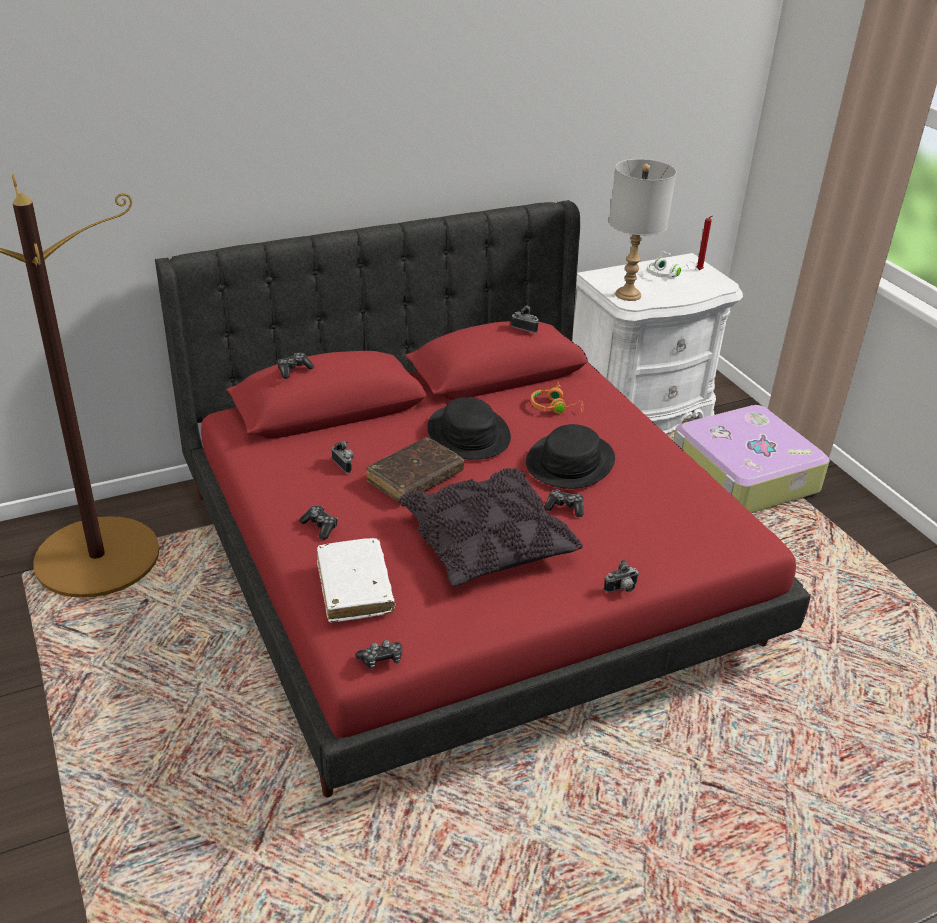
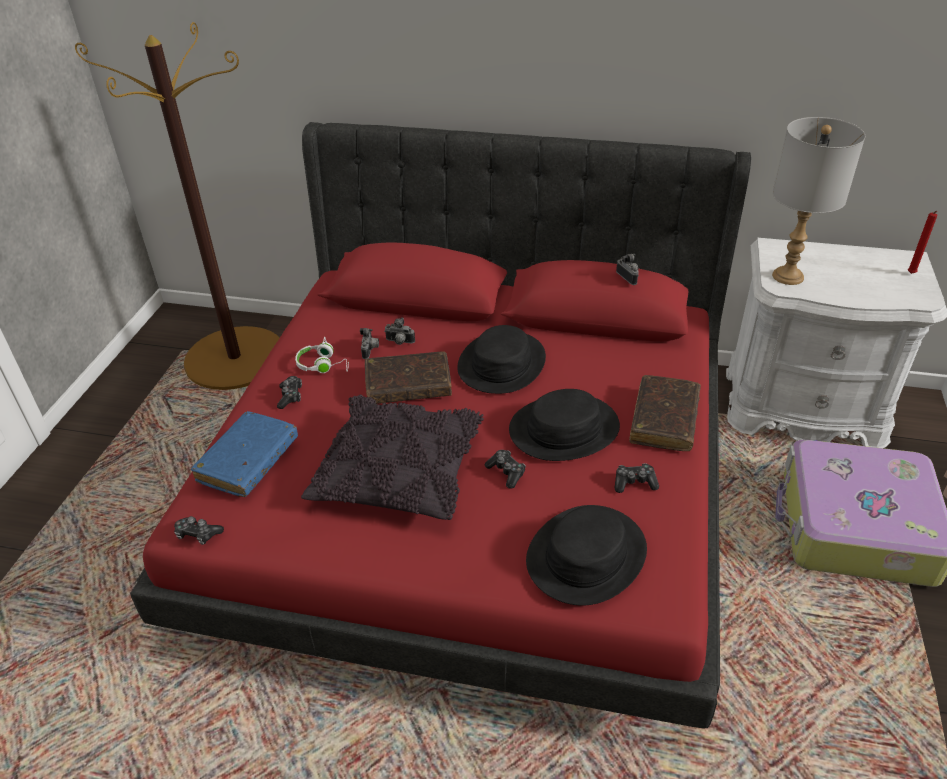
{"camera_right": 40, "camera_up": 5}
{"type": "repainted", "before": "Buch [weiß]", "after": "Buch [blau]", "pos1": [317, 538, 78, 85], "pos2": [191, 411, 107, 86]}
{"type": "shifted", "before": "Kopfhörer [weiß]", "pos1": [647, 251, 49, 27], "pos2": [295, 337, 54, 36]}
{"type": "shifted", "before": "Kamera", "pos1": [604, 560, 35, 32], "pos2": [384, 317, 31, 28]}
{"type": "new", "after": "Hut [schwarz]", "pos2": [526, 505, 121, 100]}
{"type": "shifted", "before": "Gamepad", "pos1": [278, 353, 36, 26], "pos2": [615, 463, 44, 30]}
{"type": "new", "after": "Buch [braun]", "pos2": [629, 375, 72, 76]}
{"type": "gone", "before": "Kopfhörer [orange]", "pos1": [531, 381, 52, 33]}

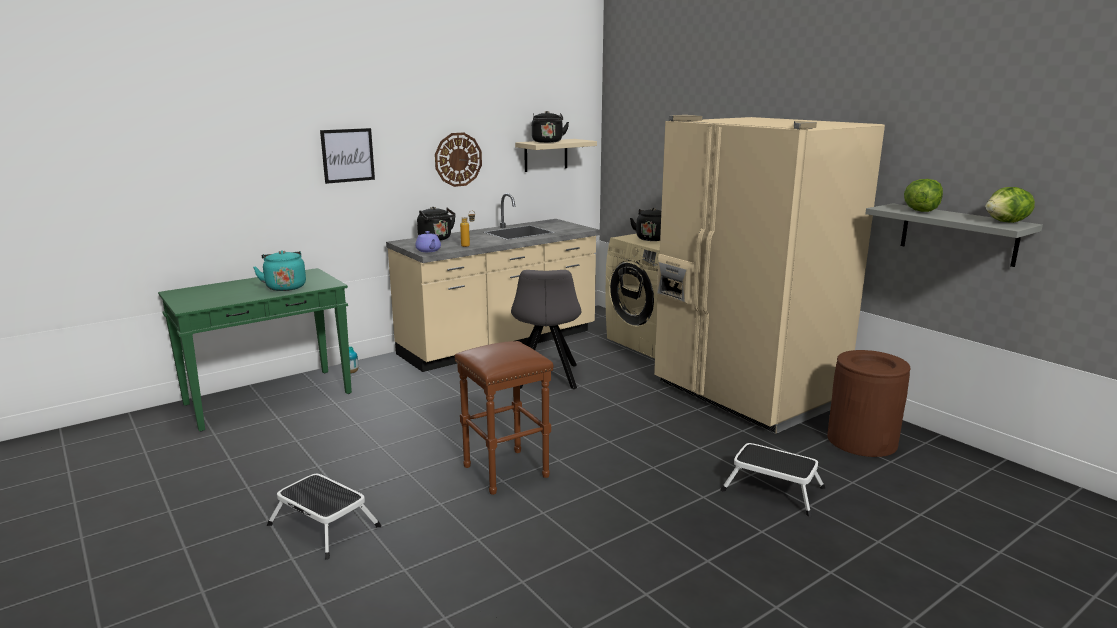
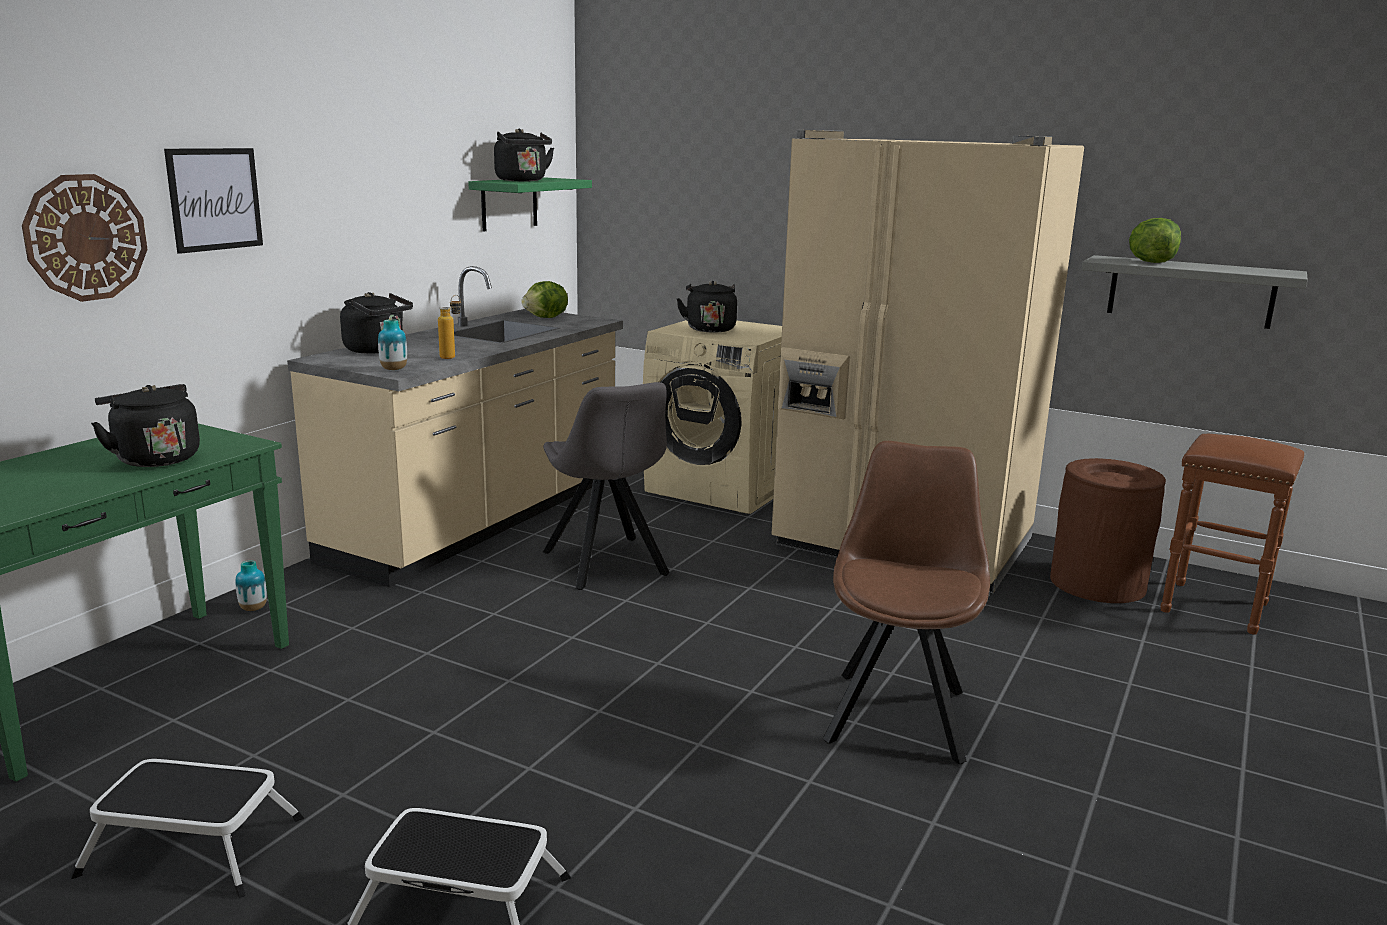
{"camera_right": -25, "camera_up": 0}
{"type": "shifted", "before": "Wanduhr", "pos1": [435, 133, 47, 54], "pos2": [22, 174, 126, 128]}
{"type": "shifted", "before": "Trittleiter [schwarz]", "pos1": [720, 443, 105, 74], "pos2": [70, 759, 234, 139]}
{"type": "repainted", "before": "Wasserkessel [türkis]", "after": "Wasserkessel [schwarz]", "pos1": [253, 250, 53, 41], "pos2": [91, 384, 109, 83]}
{"type": "swapped", "before": "Teekanne [lila]", "after": "Vase", "pos1": [415, 231, 26, 21], "pos2": [378, 319, 29, 51]}
{"type": "repainted", "before": "Wandregal [beige]", "after": "Wandregal [grün]", "pos1": [515, 139, 82, 33], "pos2": [468, 177, 124, 55]}
{"type": "shifted", "before": "Salatkopf", "pos1": [986, 187, 49, 36], "pos2": [521, 281, 47, 37]}
{"type": "new", "after": "Stuhl [braun]", "pos2": [823, 441, 167, 323]}
{"type": "shifted", "before": "Hocker [braun]", "pos1": [455, 341, 99, 154], "pos2": [1161, 434, 143, 201]}

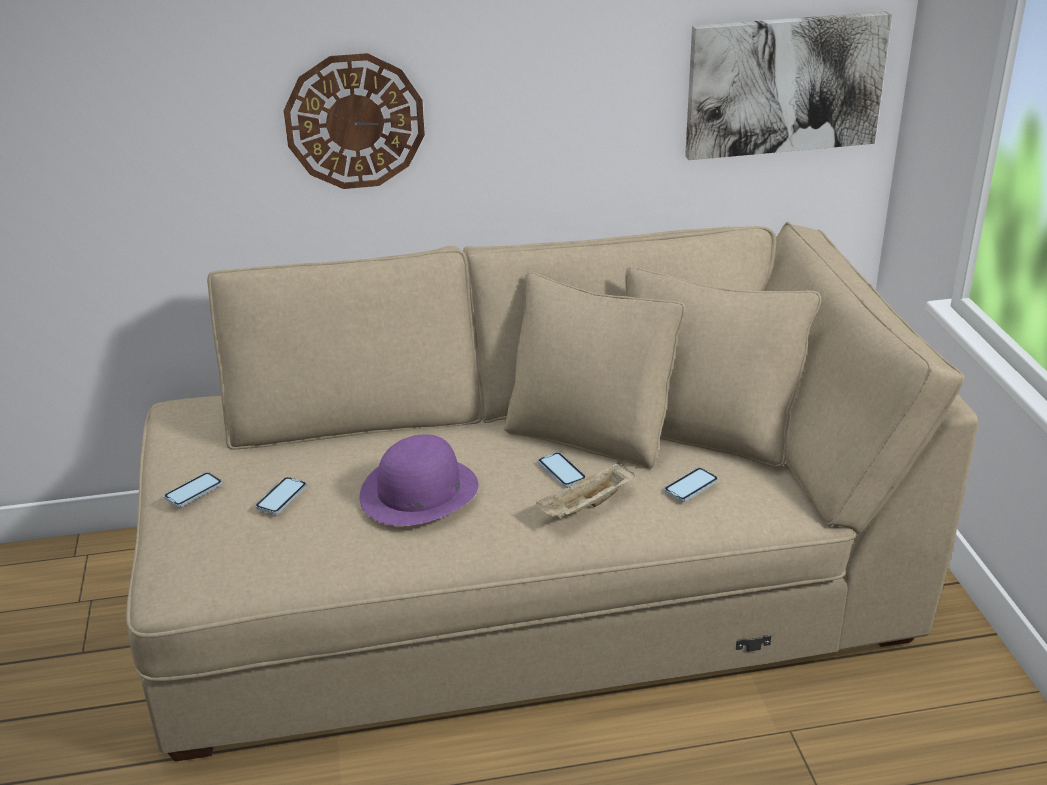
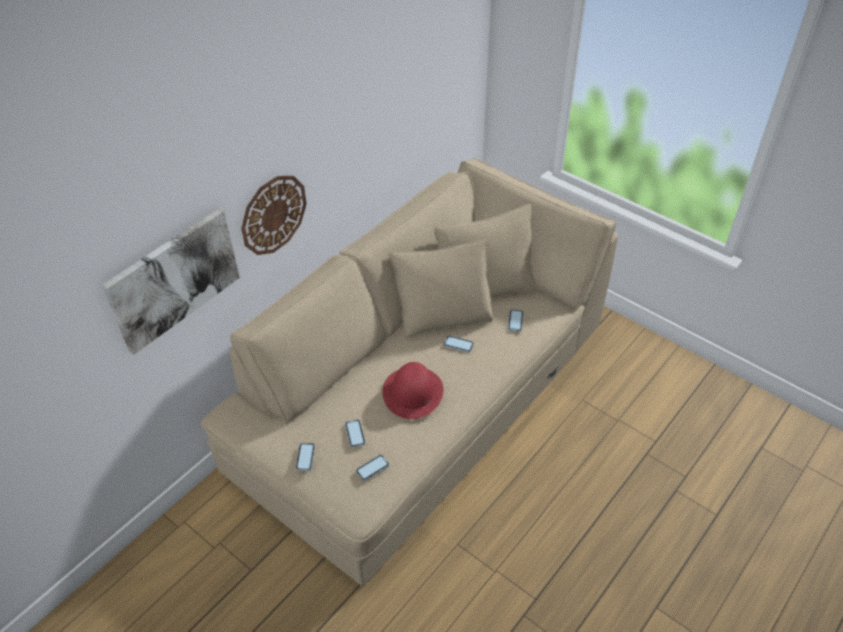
{"camera_right": -40, "camera_up": 15}
{"type": "shifted", "before": "Bild", "pos1": [685, 11, 207, 149], "pos2": [102, 208, 138, 147]}
{"type": "new", "after": "Handy", "pos2": [356, 455, 33, 26]}
{"type": "repainted", "before": "Hut [lila]", "after": "Hut [rot]", "pos1": [359, 434, 119, 92], "pos2": [382, 362, 62, 57]}
{"type": "gone", "before": "Tablett [beige]", "pos1": [536, 462, 99, 57]}

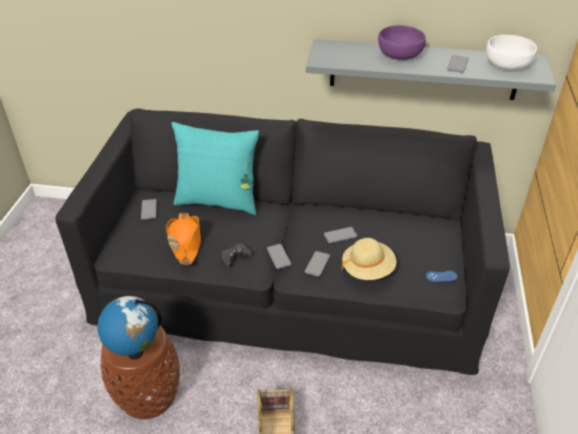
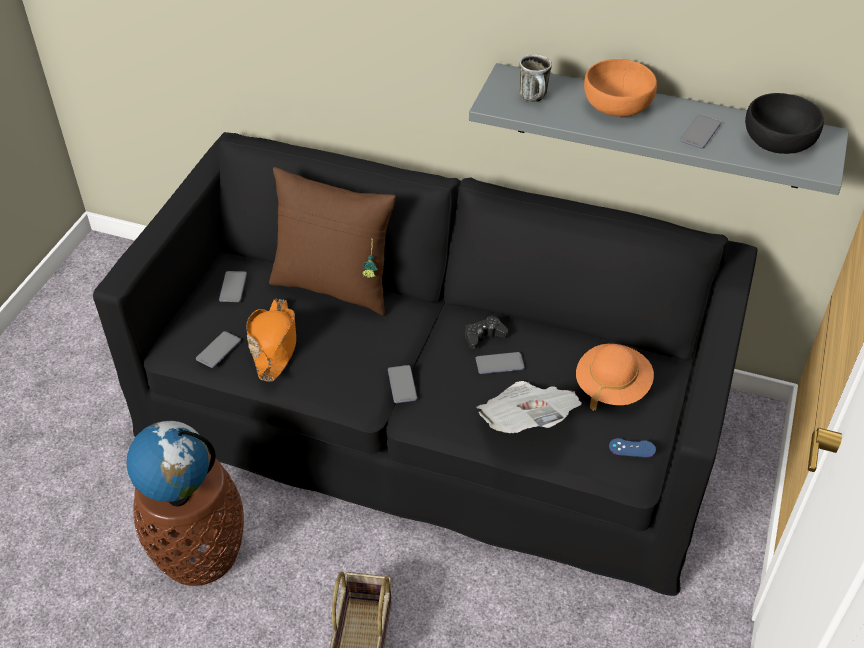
{"camera_right": 10, "camera_up": 5}
{"type": "shifted", "before": "Handy", "pos1": [305, 251, 25, 26], "pos2": [196, 331, 45, 37]}
{"type": "repainted", "before": "Kissen [türkis]", "after": "Kissen [braun]", "pos1": [171, 122, 88, 93], "pos2": [269, 167, 127, 148]}
{"type": "shifted", "before": "Gamepad [schwarz]", "pos1": [221, 243, 31, 25], "pos2": [465, 316, 43, 33]}
{"type": "swapped", "before": "Hut [beige]", "after": "Zeitung", "pos1": [342, 238, 54, 42], "pos2": [477, 381, 105, 52]}
{"type": "new", "after": "Henkelbecher", "pos2": [519, 54, 33, 48]}
{"type": "new", "after": "Hut [orange]", "pos2": [576, 344, 78, 67]}
{"type": "repainted", "before": "Schüssel [lila]", "after": "Schüssel [orange]", "pos1": [378, 25, 48, 35], "pos2": [584, 59, 73, 58]}
{"type": "repainted", "before": "Schüssel [weiß]", "after": "Schüssel [schwarz]", "pos1": [486, 35, 51, 35], "pos2": [745, 93, 79, 61]}

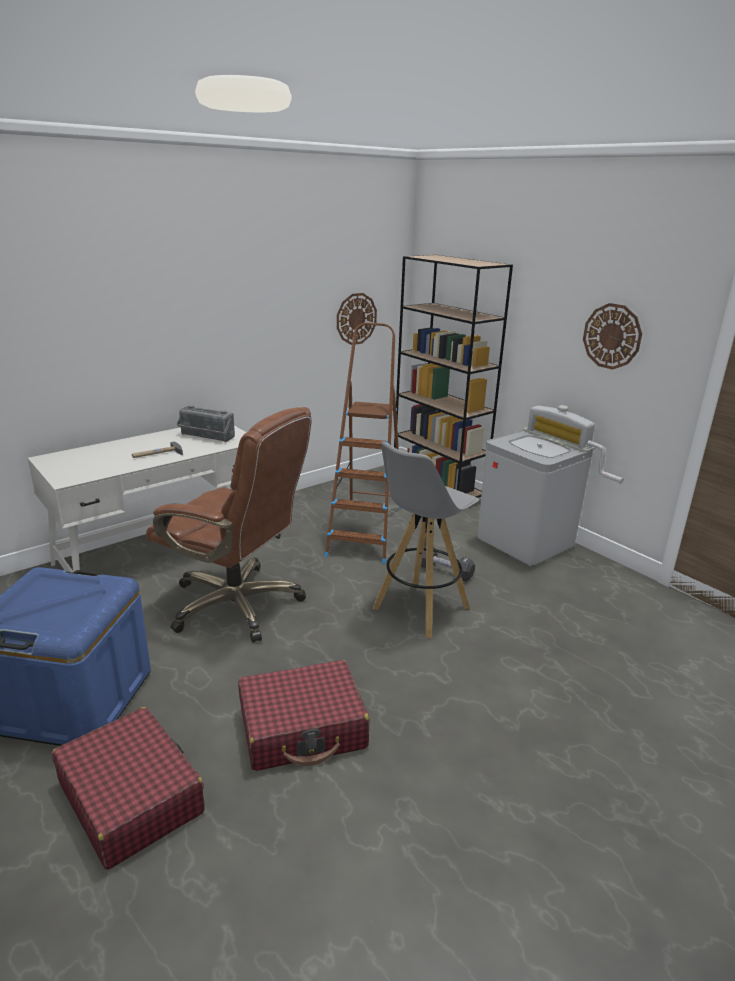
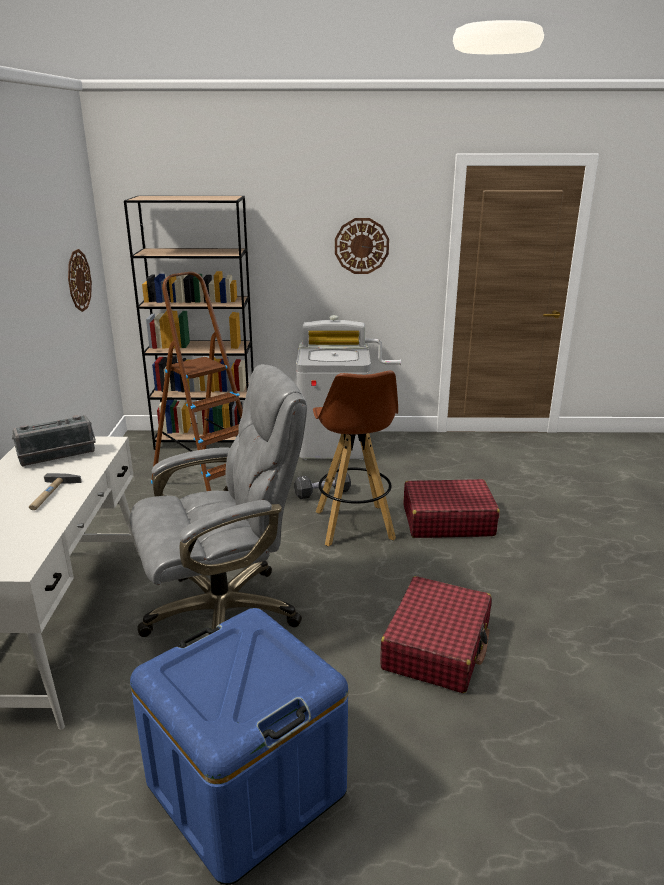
{"camera_right": -50, "camera_up": 0}
{"type": "repainted", "before": "Bürostuhl [braun]", "after": "Bürostuhl [grau]", "pos1": [146, 407, 166, 236], "pos2": [129, 364, 178, 273]}
{"type": "repainted", "before": "Hocker [grau]", "after": "Hocker [braun]", "pos1": [373, 442, 106, 196], "pos2": [313, 371, 85, 175]}
{"type": "shifted", "before": "Koffer [rot]", "pos1": [52, 707, 153, 163], "pos2": [403, 479, 97, 59]}

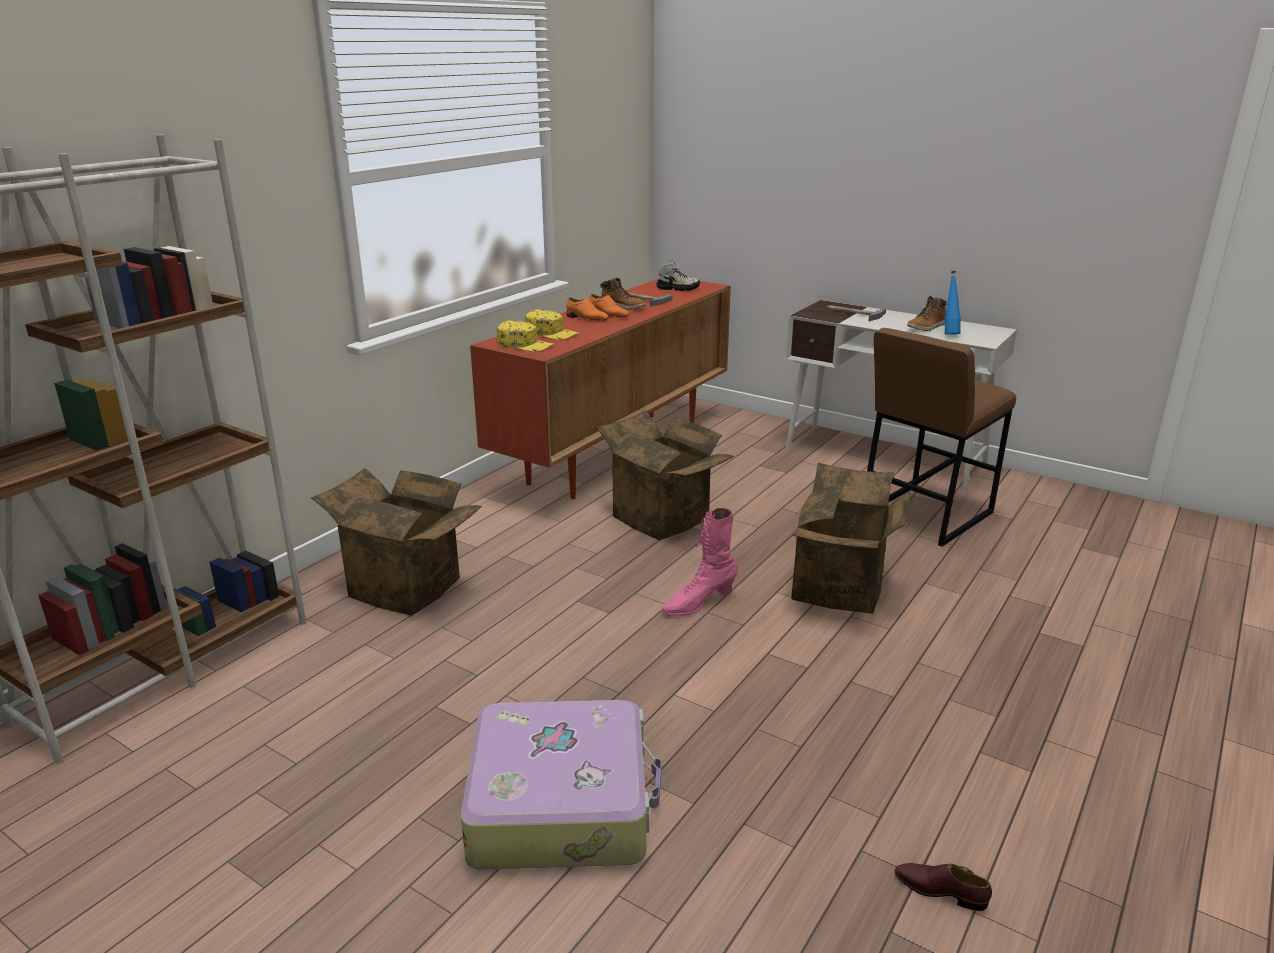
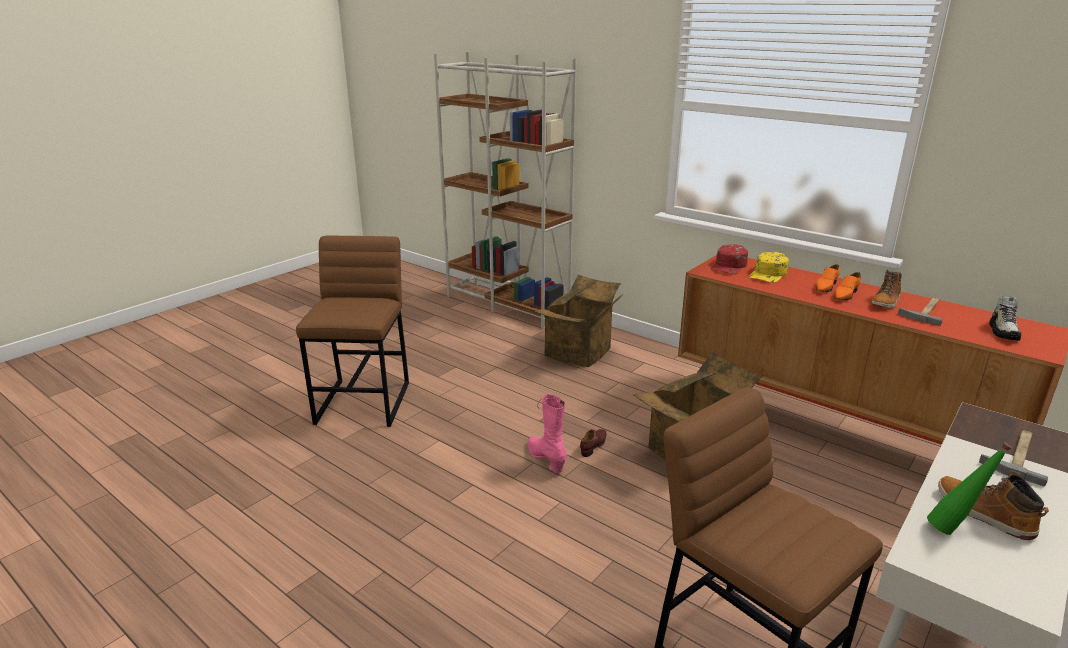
{"camera_right": 95, "camera_up": 0}
{"type": "swapped", "before": "Koffer", "after": "Hocker [braun]", "pos1": [461, 700, 201, 170], "pos2": [296, 236, 113, 191]}
{"type": "shifted", "before": "Schuh [braun]", "pos1": [895, 863, 97, 48], "pos2": [580, 429, 27, 28]}
{"type": "repainted", "before": "Kappe [gelb]", "after": "Kappe [rot]", "pos1": [497, 320, 56, 32], "pos2": [711, 244, 37, 30]}
{"type": "repainted", "before": "Flasche [blau]", "after": "Flasche [grün]", "pos1": [945, 271, 16, 64], "pos2": [927, 442, 85, 93]}
{"type": "gone", "before": "Karton", "pos1": [791, 463, 119, 150]}

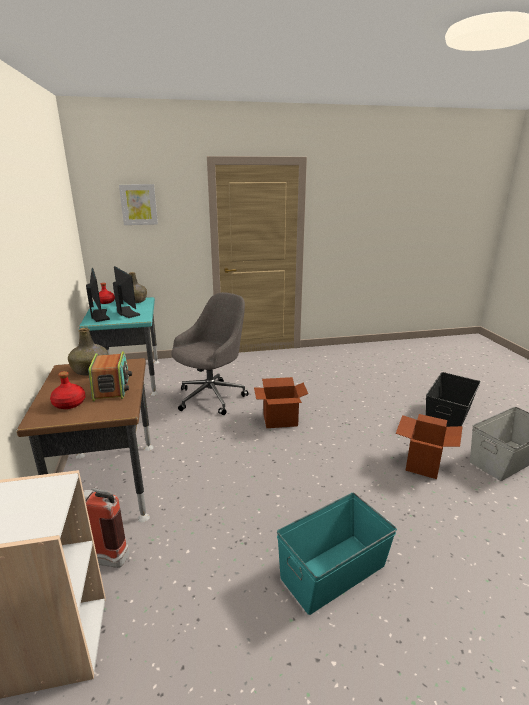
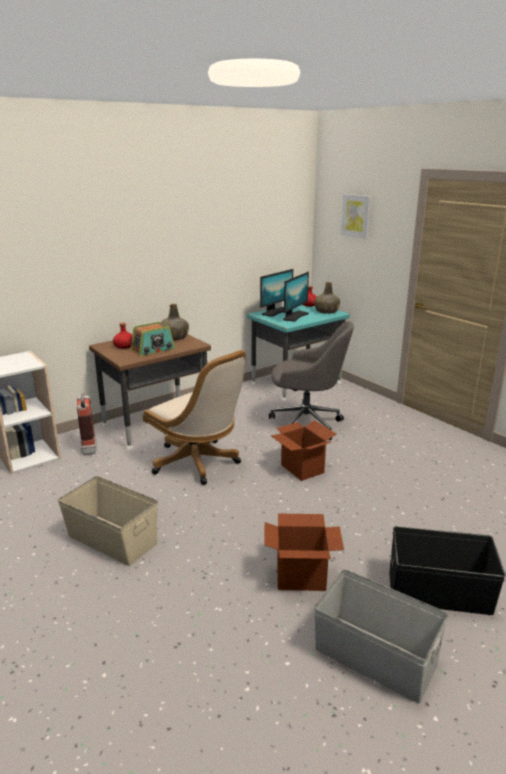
{"camera_right": 65, "camera_up": 0}
{"type": "repainted", "before": "Aufbewahrungsbox [türkis]", "after": "Aufbewahrungsbox [beige]", "pos1": [277, 493, 120, 122], "pos2": [58, 476, 100, 90]}
{"type": "new", "after": "Bürostuhl", "pos2": [143, 350, 103, 135]}

